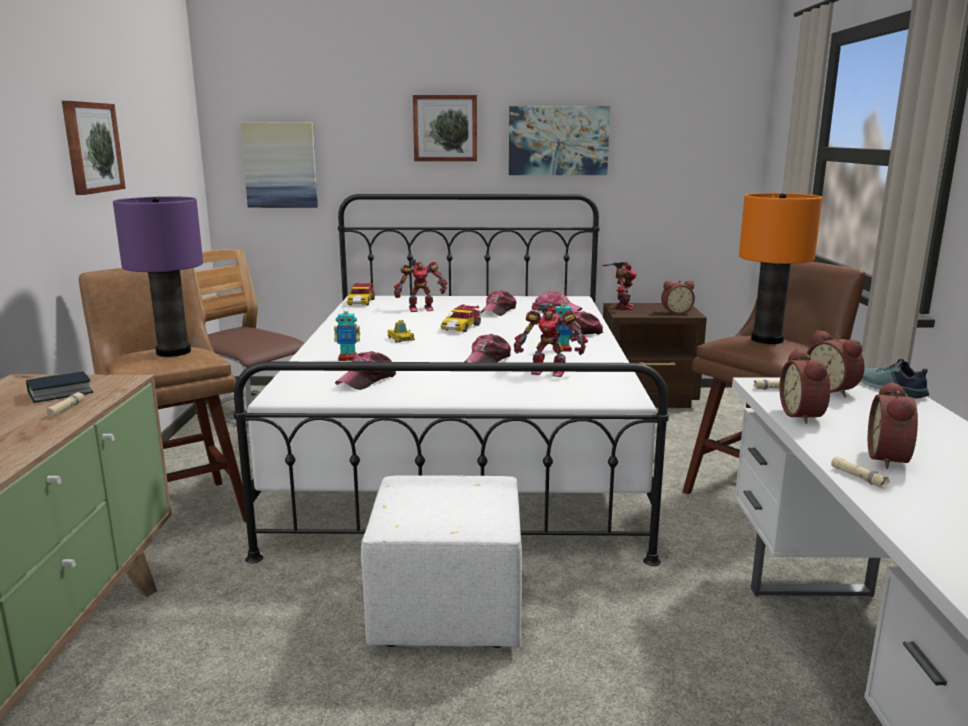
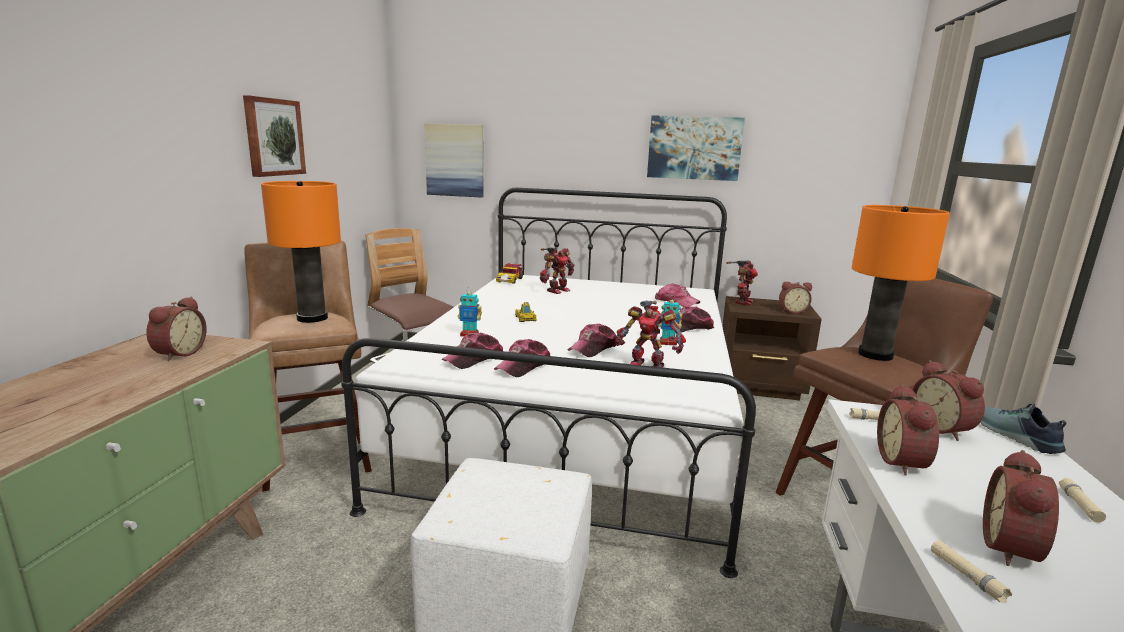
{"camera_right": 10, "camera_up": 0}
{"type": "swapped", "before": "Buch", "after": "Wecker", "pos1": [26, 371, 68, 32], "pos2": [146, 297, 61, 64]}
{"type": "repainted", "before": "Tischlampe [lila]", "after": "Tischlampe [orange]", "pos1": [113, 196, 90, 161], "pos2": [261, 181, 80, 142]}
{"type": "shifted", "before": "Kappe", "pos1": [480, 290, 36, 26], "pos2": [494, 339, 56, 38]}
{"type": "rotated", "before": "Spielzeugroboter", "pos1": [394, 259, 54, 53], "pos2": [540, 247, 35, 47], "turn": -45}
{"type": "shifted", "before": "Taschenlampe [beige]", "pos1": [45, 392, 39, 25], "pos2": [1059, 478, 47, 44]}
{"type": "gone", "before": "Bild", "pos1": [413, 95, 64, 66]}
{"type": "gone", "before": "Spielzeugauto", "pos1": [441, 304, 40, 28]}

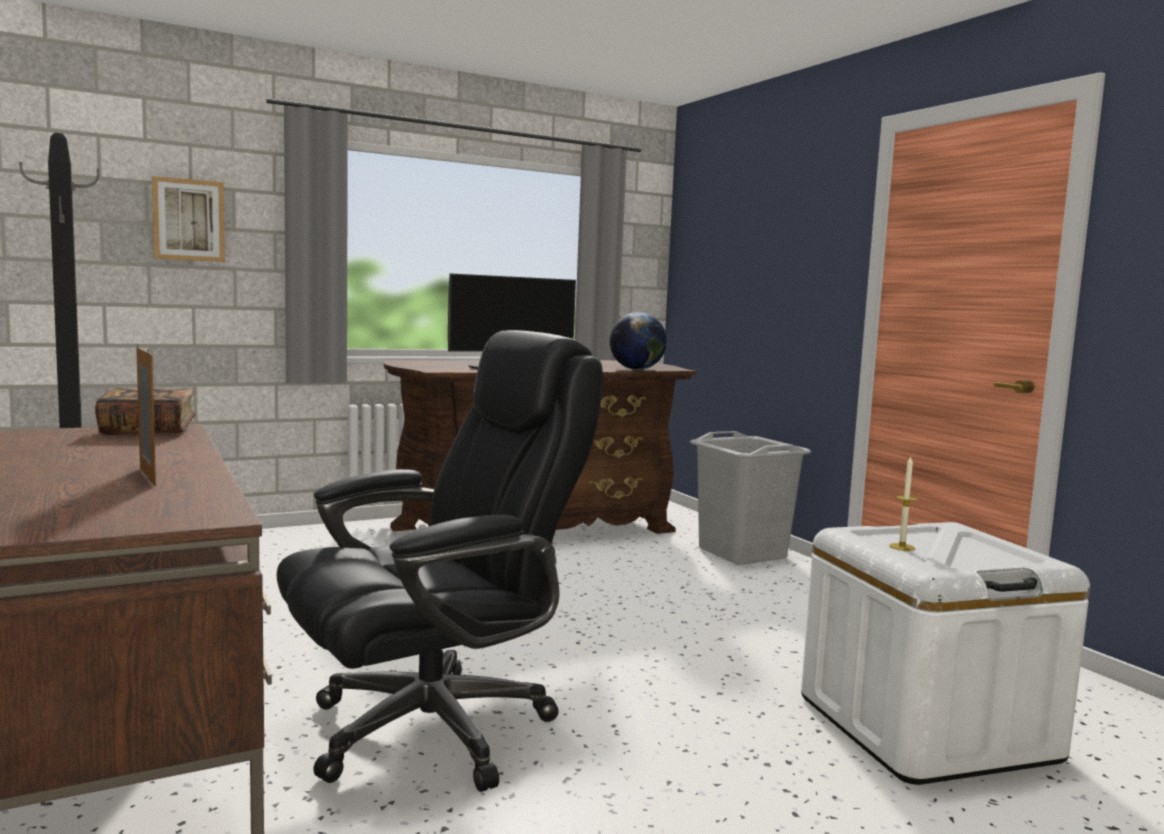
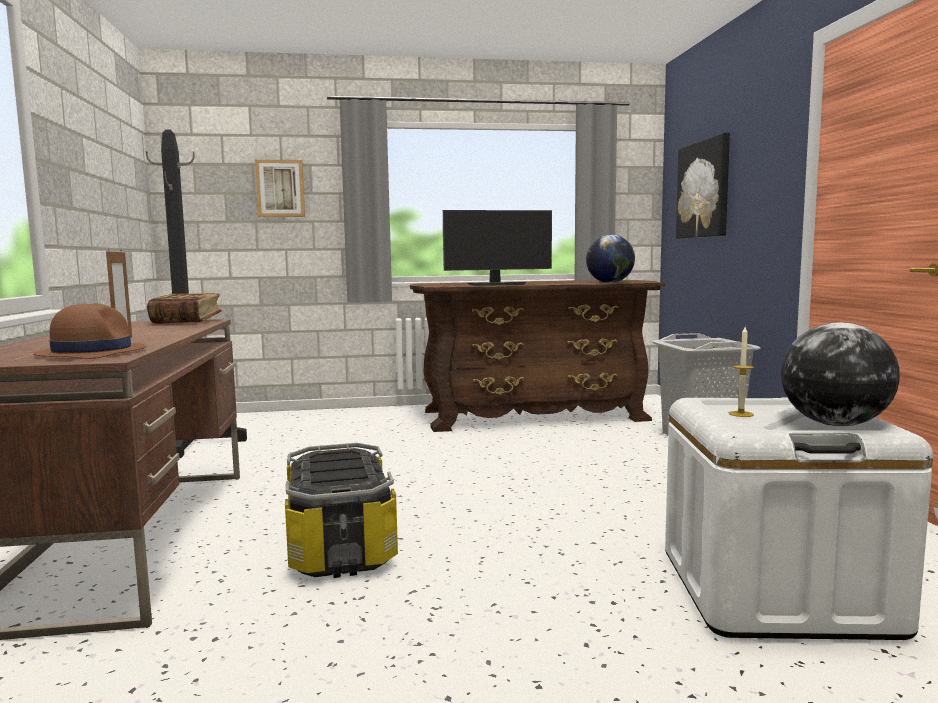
{"camera_right": 20, "camera_up": 0}
{"type": "new", "after": "Hut [braun]", "pos2": [34, 303, 112, 56]}
{"type": "swapped", "before": "Bürostuhl [schwarz]", "after": "Aufbewahrungsbox", "pos1": [277, 330, 326, 462], "pos2": [285, 443, 113, 135]}
{"type": "new", "after": "Bild", "pos2": [676, 133, 54, 106]}
{"type": "new", "after": "Globus", "pos2": [781, 323, 119, 104]}

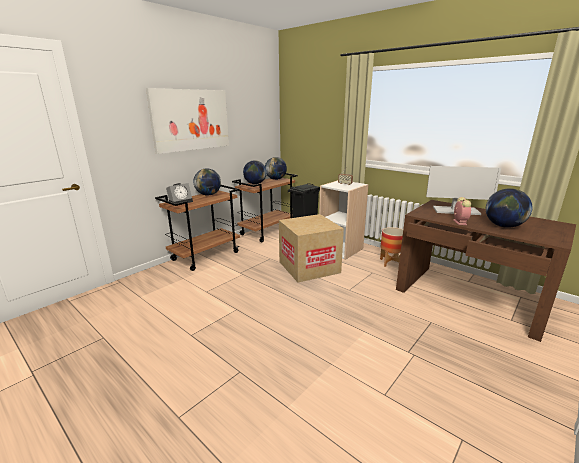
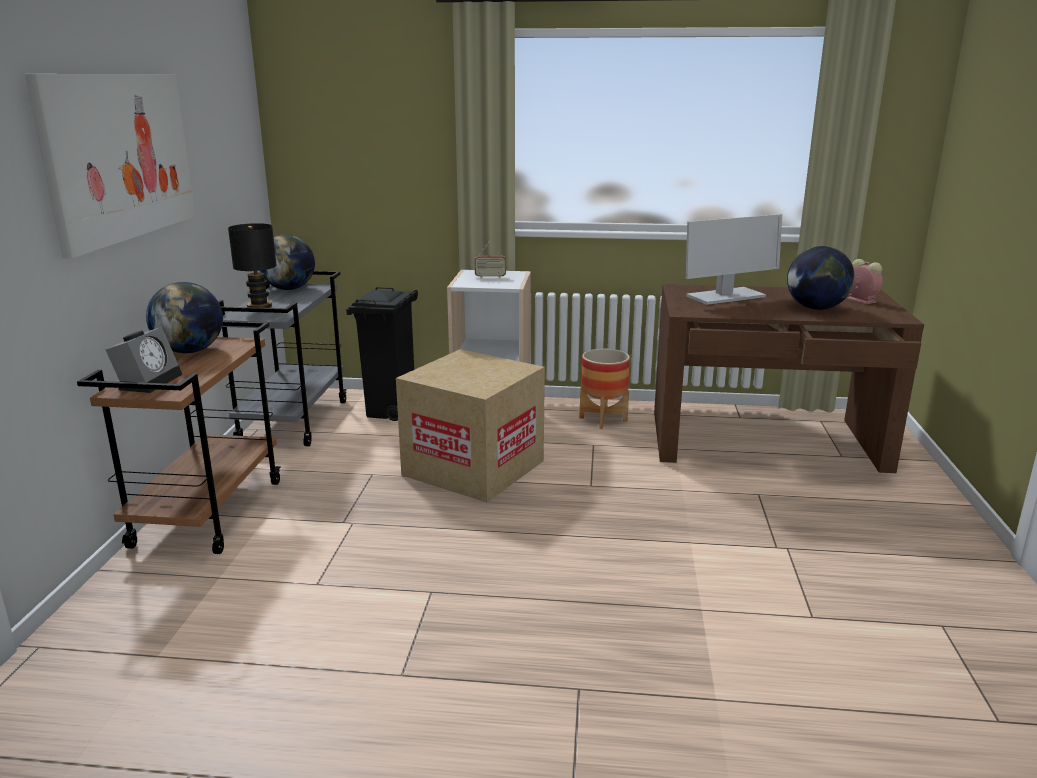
{"camera_right": -35, "camera_up": 0}
{"type": "repainted", "before": "Rollwagen [braun]", "after": "Rollwagen [grau]", "pos1": [232, 173, 65, 69], "pos2": [218, 271, 129, 175]}
{"type": "swapped", "before": "Globus", "after": "Tischlampe [schwarz]", "pos1": [243, 160, 24, 24], "pos2": [228, 223, 49, 85]}
{"type": "shifted", "before": "Wecker", "pos1": [453, 197, 18, 28], "pos2": [847, 259, 36, 45]}

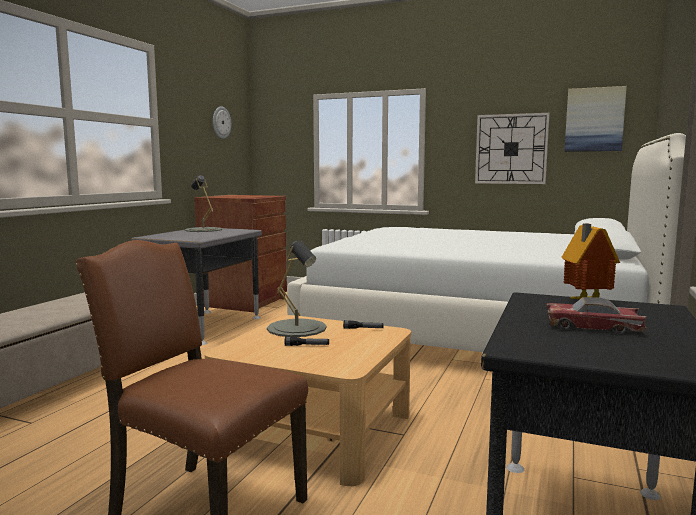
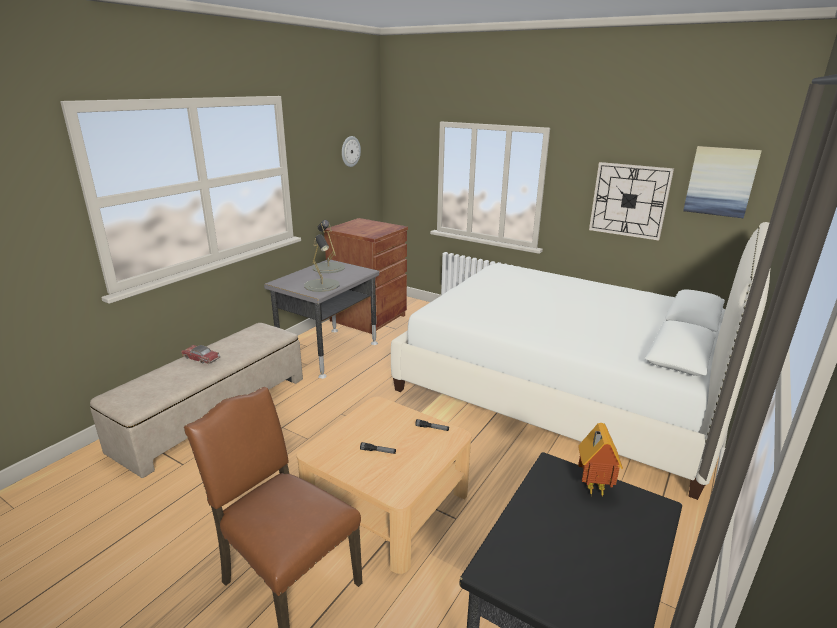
{"camera_right": 10, "camera_up": 15}
{"type": "shifted", "before": "Spielzeugauto", "pos1": [546, 297, 100, 37], "pos2": [181, 345, 39, 19]}
{"type": "shifted", "before": "Tischlampe [grau]", "pos1": [267, 241, 60, 96], "pos2": [304, 235, 36, 57]}

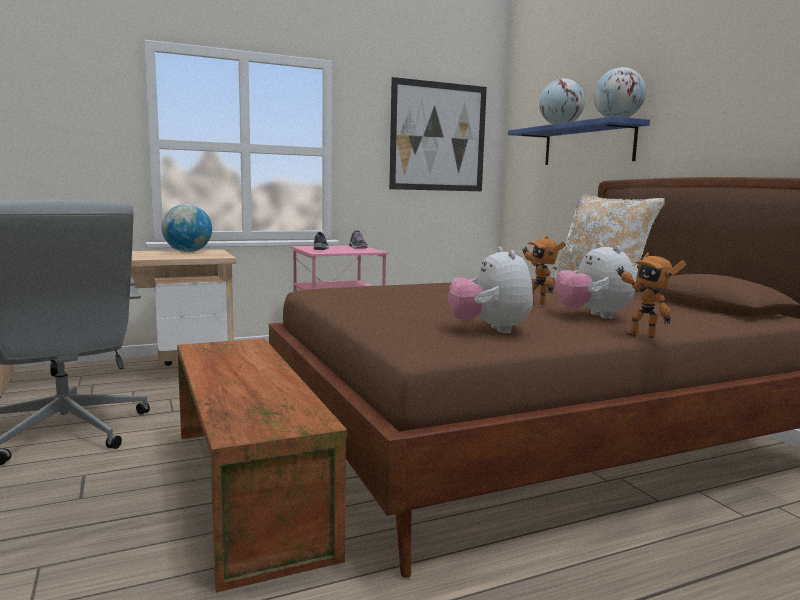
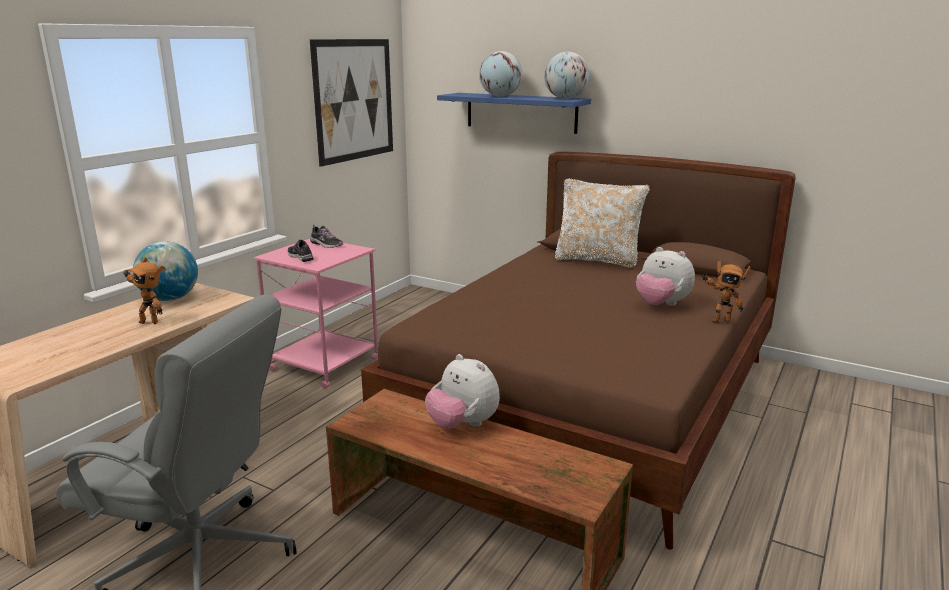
{"camera_right": -35, "camera_up": 10}
{"type": "shifted", "before": "Spielzeugroboter", "pos1": [523, 236, 43, 69], "pos2": [123, 257, 42, 67]}
{"type": "shifted", "before": "Plüschtier", "pos1": [448, 247, 85, 86], "pos2": [425, 354, 75, 75]}

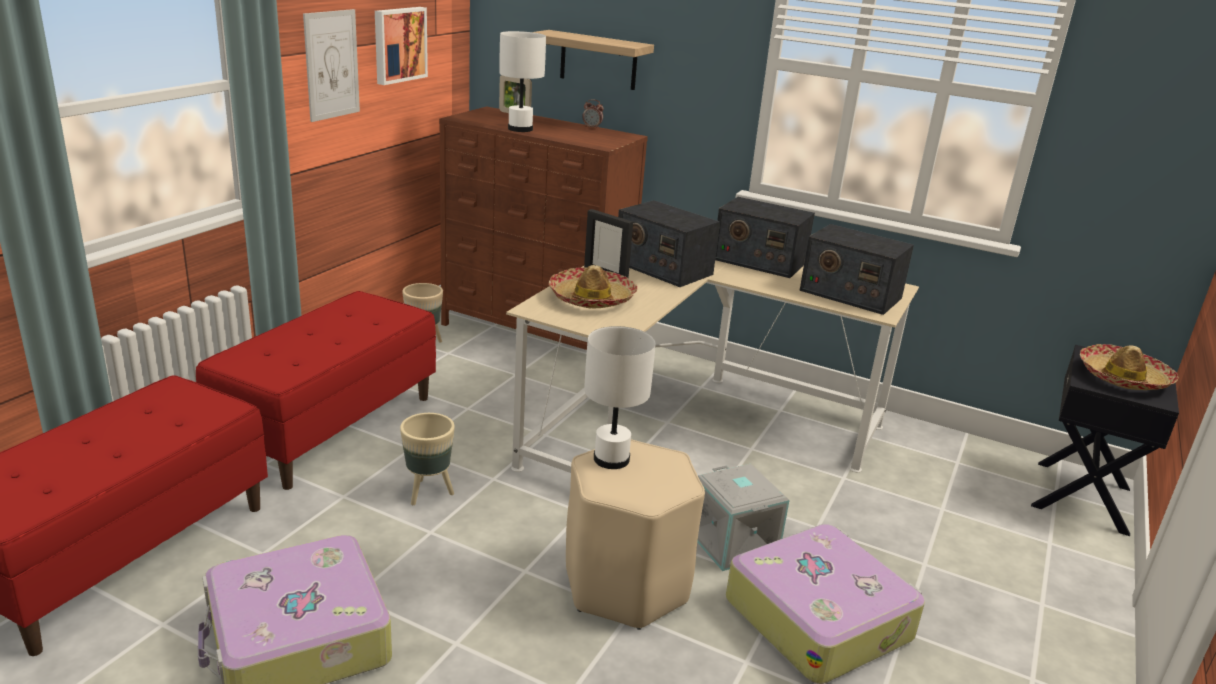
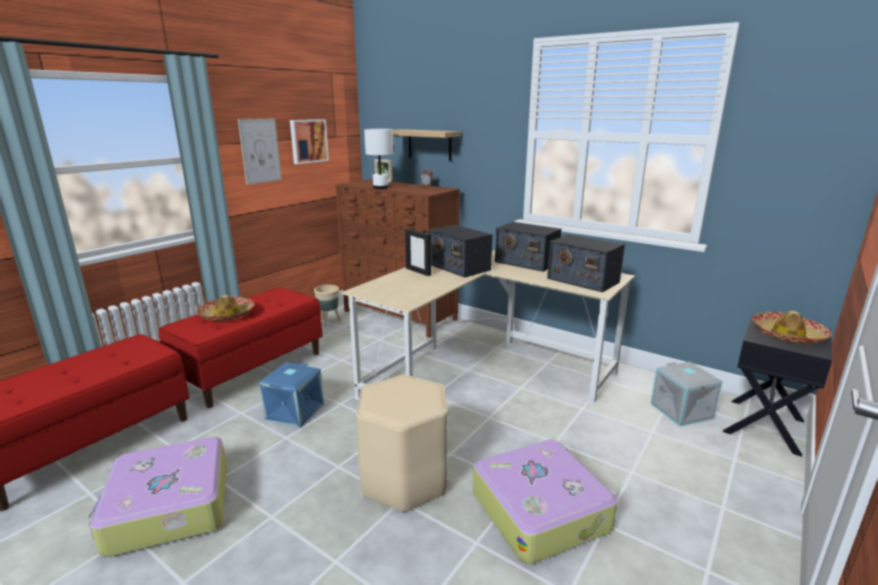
{"camera_right": 10, "camera_up": -5}
{"type": "shifted", "before": "Hut", "pos1": [549, 265, 88, 43], "pos2": [197, 295, 58, 26]}
{"type": "swapped", "before": "Pflanzkübel [beige]", "after": "Aufbewahrungsbox [blau]", "pos1": [400, 413, 55, 92], "pos2": [259, 362, 65, 66]}
{"type": "shifted", "before": "Aufbewahrungsbox [grau]", "pos1": [697, 464, 93, 107], "pos2": [650, 362, 72, 64]}
{"type": "gone", "before": "Tischlampe [weiß]", "pos1": [584, 326, 71, 143]}

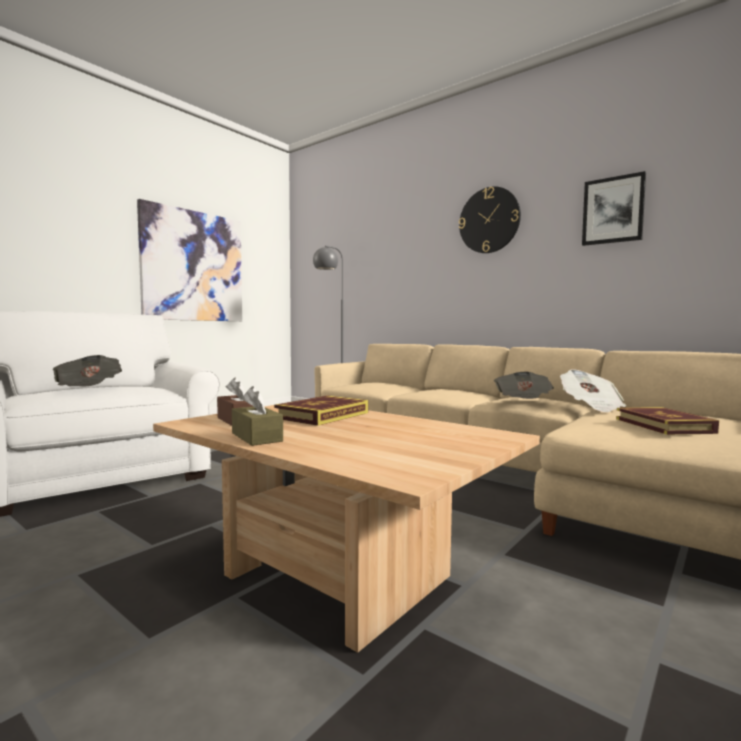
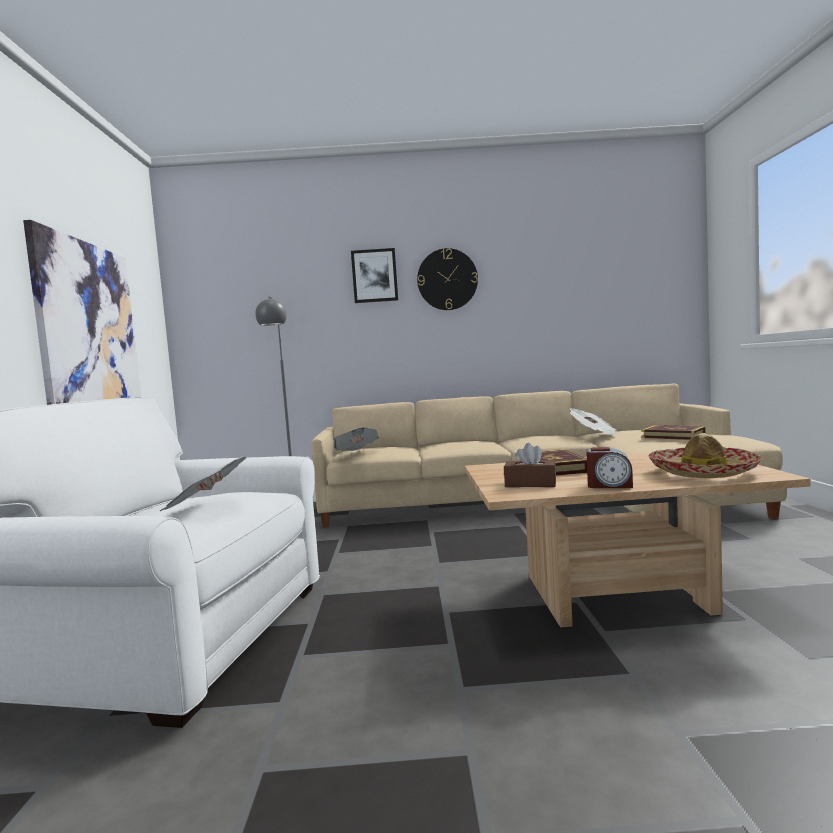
{"camera_right": -40, "camera_up": 0}
{"type": "shifted", "before": "Zeitung", "pos1": [494, 372, 60, 27], "pos2": [333, 427, 46, 24]}
{"type": "shifted", "before": "Bild", "pos1": [582, 171, 64, 75], "pos2": [351, 248, 47, 55]}
{"type": "swapped", "before": "Taschentuchbox [braun]", "after": "Wecker", "pos1": [232, 386, 51, 60], "pos2": [586, 447, 47, 41]}
{"type": "new", "after": "Hut", "pos2": [648, 433, 115, 45]}

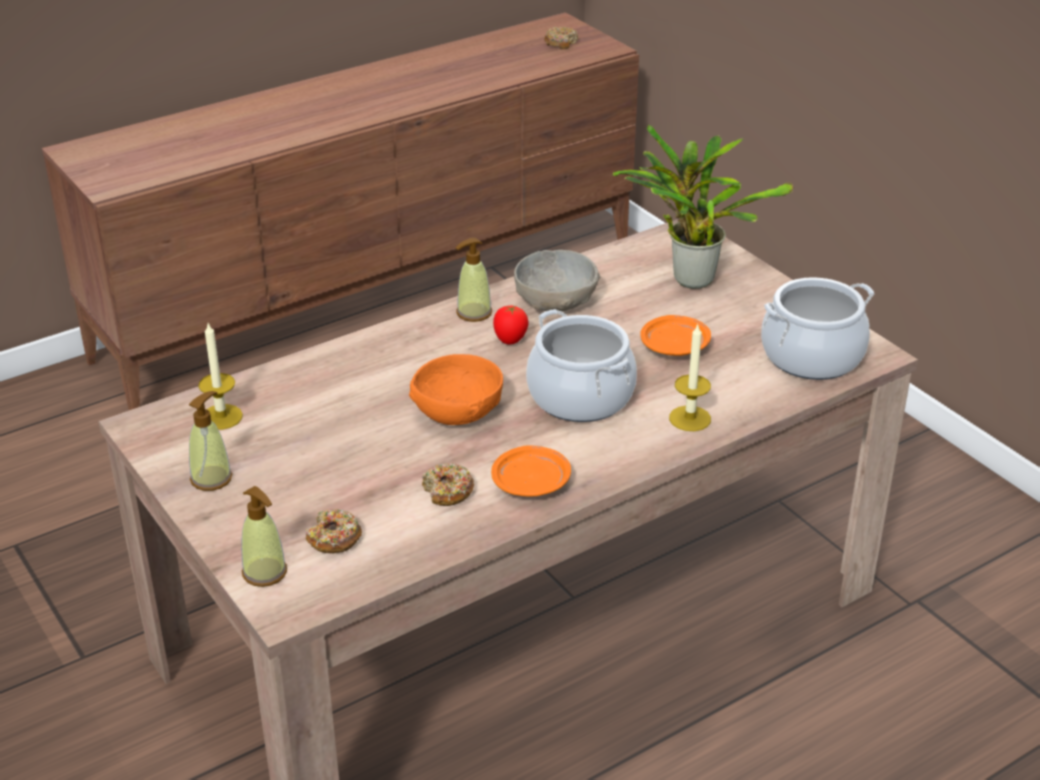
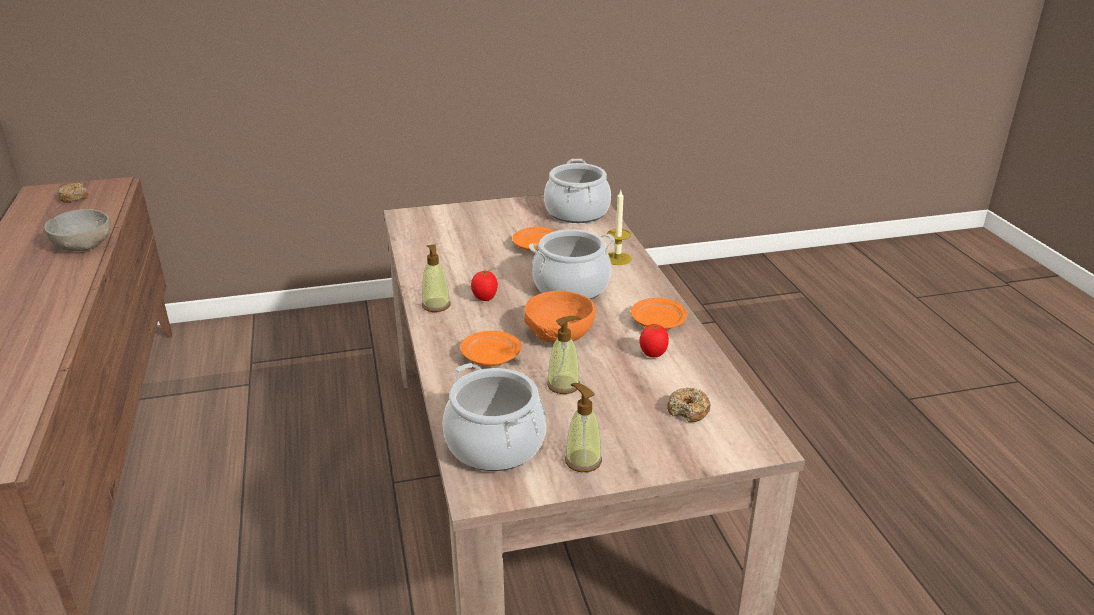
{"camera_right": -70, "camera_up": -5}
{"type": "shifted", "before": "Schüssel [grau]", "pos1": [514, 250, 86, 61], "pos2": [44, 209, 66, 42]}
{"type": "swapped", "before": "Kerze", "after": "Kochtopf", "pos1": [198, 323, 45, 107], "pos2": [443, 363, 104, 108]}
{"type": "new", "after": "Teller [orange]", "pos2": [460, 331, 61, 35]}
{"type": "shifted", "before": "Seifenspender", "pos1": [241, 486, 46, 101], "pos2": [547, 316, 34, 78]}
{"type": "swapped", "before": "Donut", "after": "Tomate", "pos1": [422, 463, 52, 43], "pos2": [639, 323, 30, 34]}
{"type": "gone", "before": "Topfpflanze", "pos1": [612, 125, 182, 164]}

